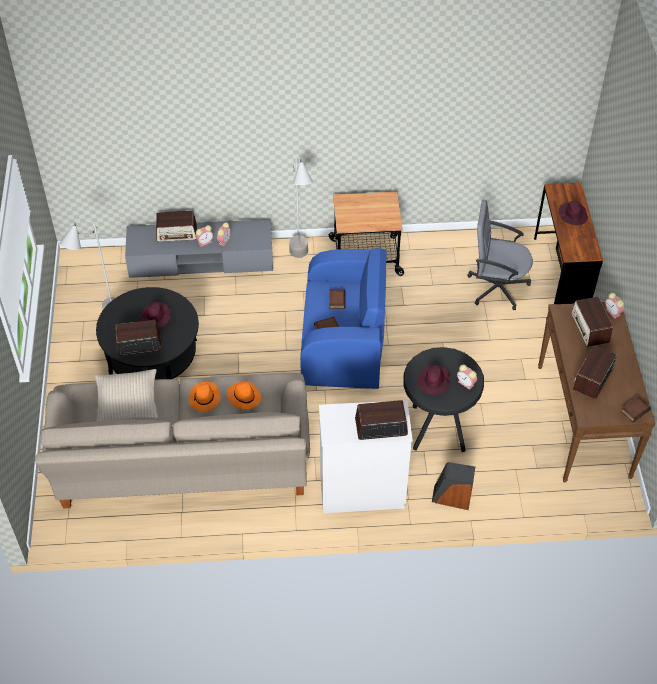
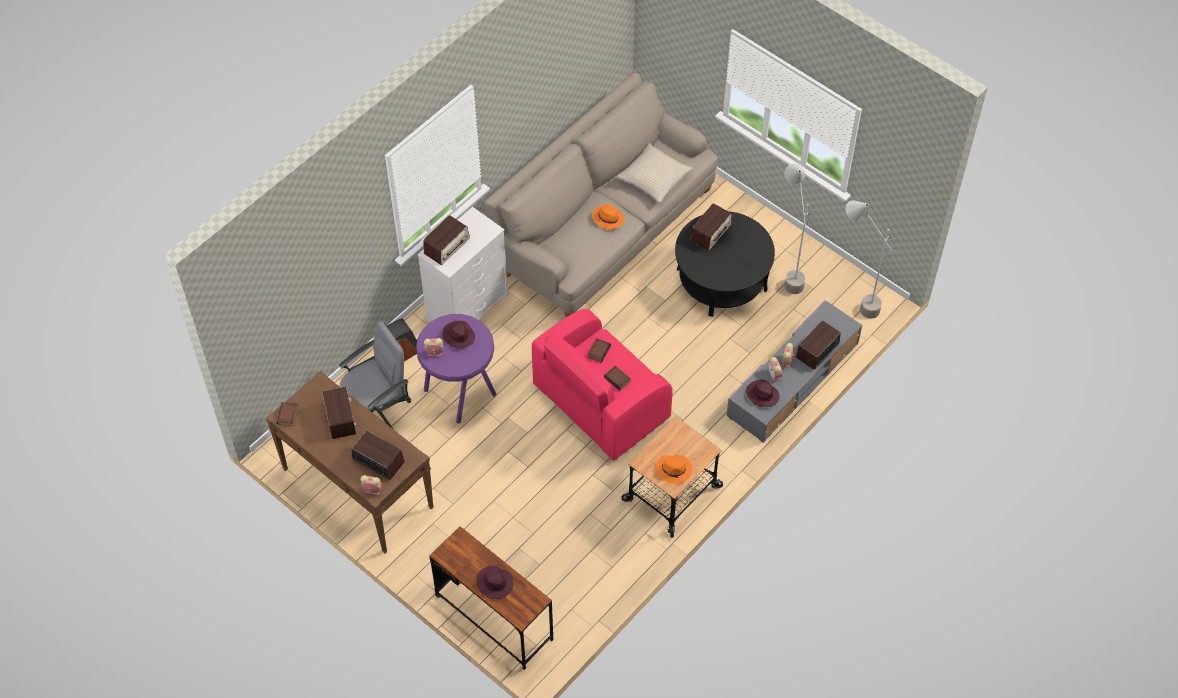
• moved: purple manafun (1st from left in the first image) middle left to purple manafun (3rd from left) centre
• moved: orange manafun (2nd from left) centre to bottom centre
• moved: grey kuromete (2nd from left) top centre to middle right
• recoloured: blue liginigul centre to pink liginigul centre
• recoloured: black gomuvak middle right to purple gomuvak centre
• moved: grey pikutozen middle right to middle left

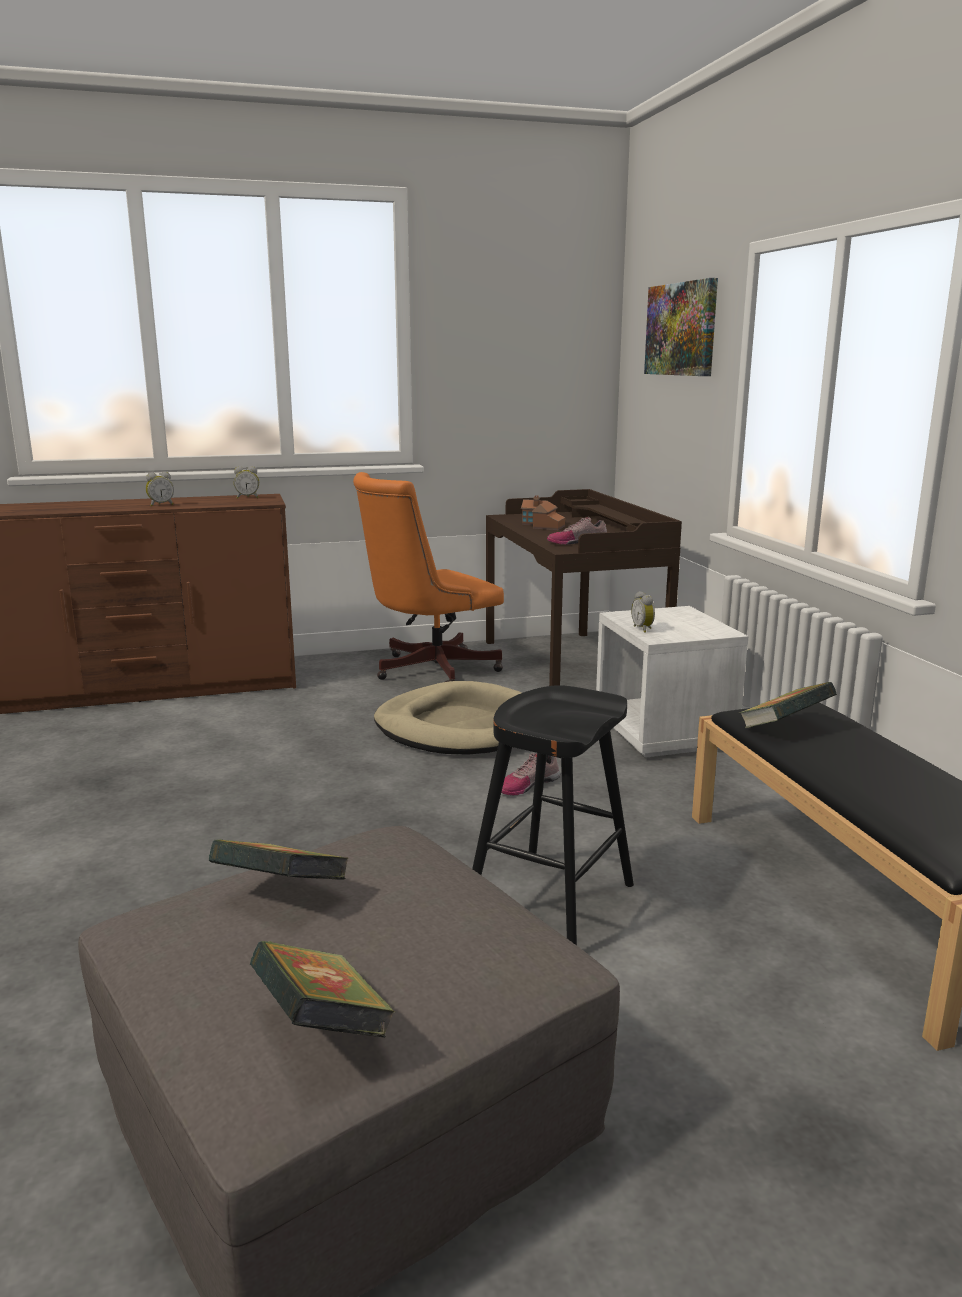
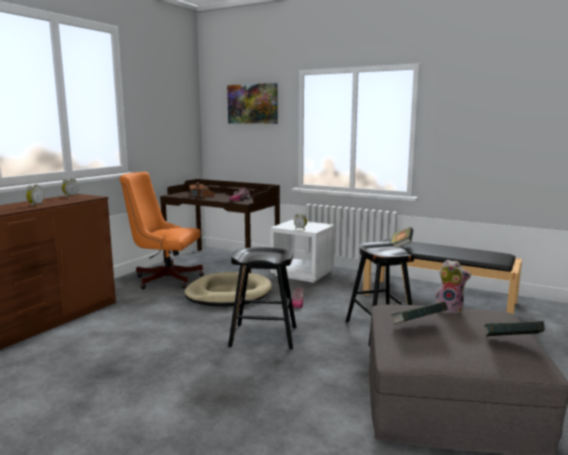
• turned: orange pikutozen centre = middle left 90 degrees clockwise
• added: black gomuvak (1st from left) centre
• added: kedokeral middle right

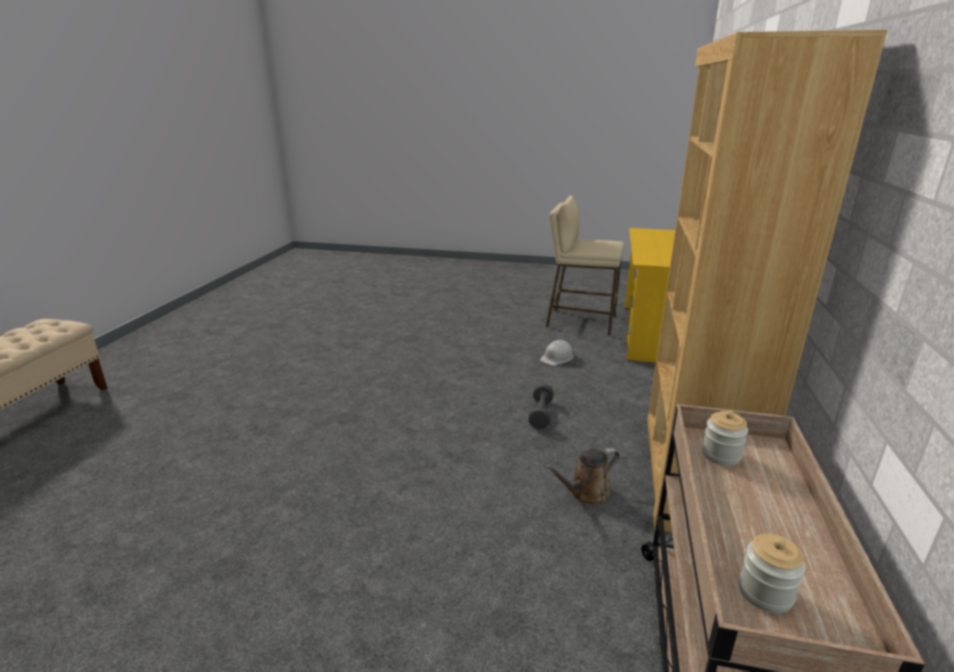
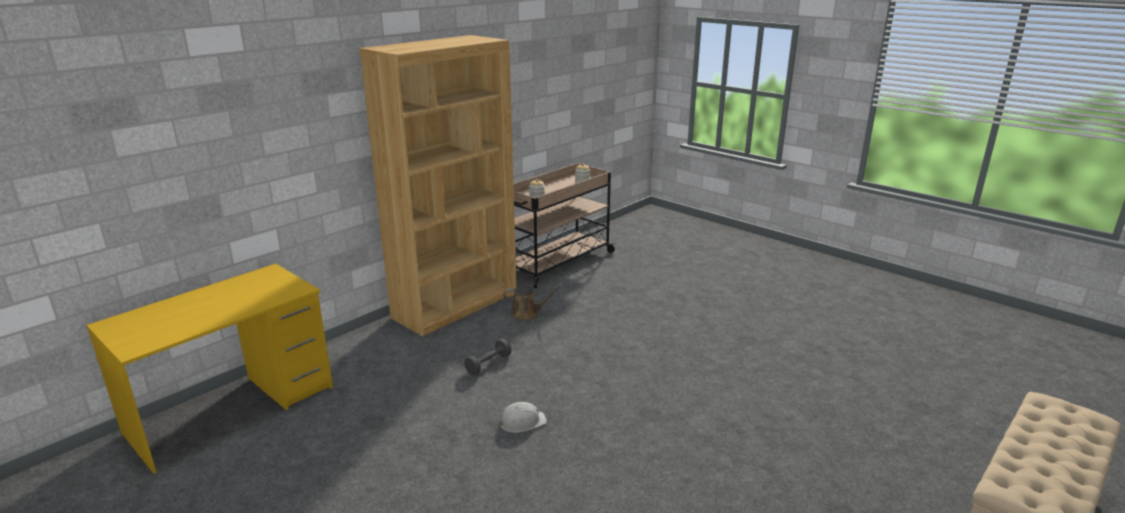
• moved: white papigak centre to bottom centre
• removed: beige gomuvak centre

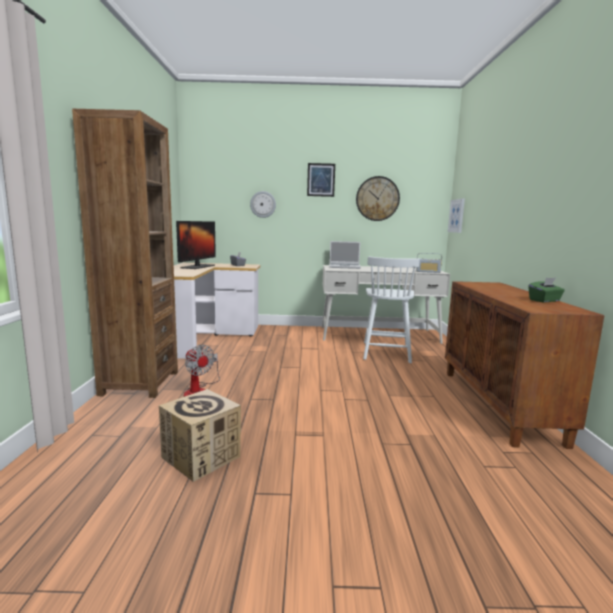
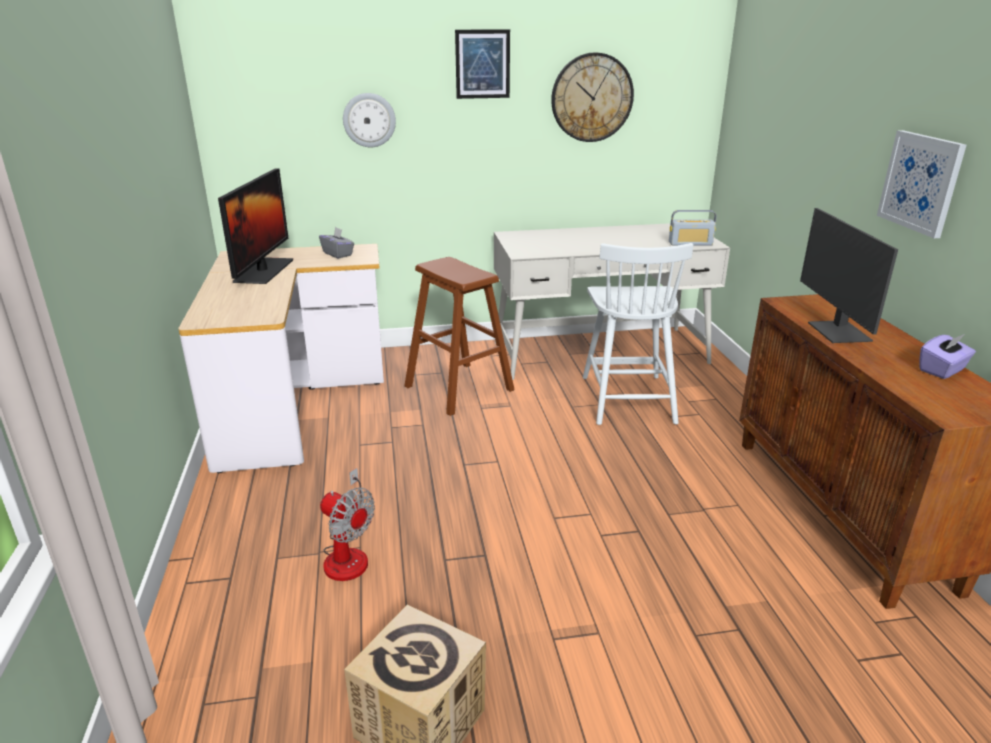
• removed: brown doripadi middle left
• removed: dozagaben centre
• moved: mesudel (2nd from left) middle right to top right
• recoloured: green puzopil middle right to purple puzopil middle right
• added: brown gomuvak centre
• added: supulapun (2nd from left) middle right

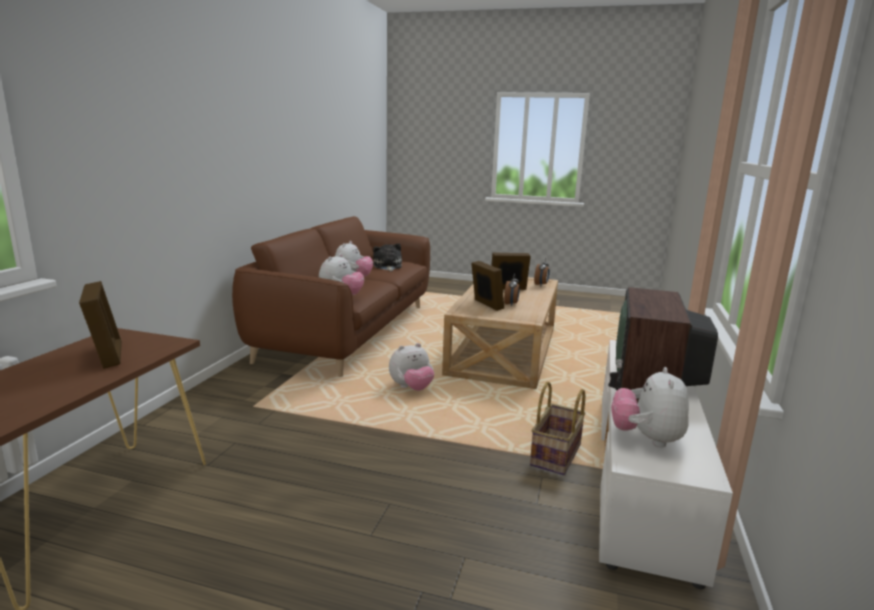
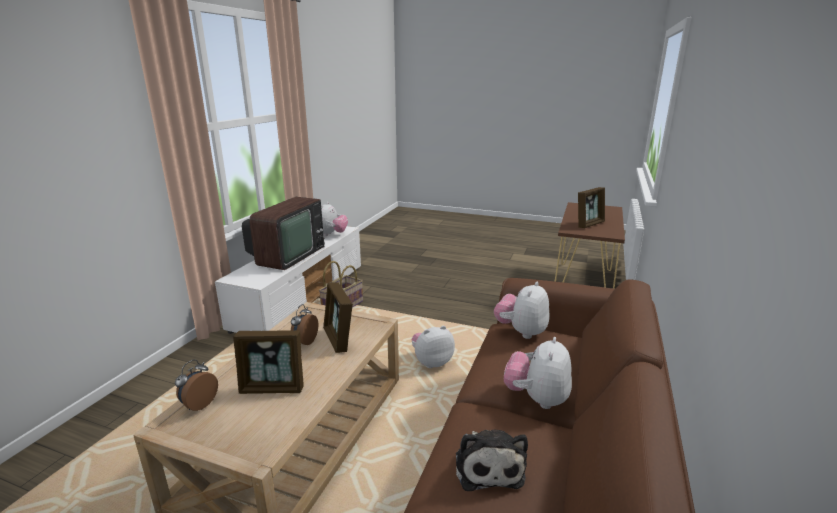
• turned: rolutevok (1st from left in the first image) middle left = middle right 105 degrees counterclockwise

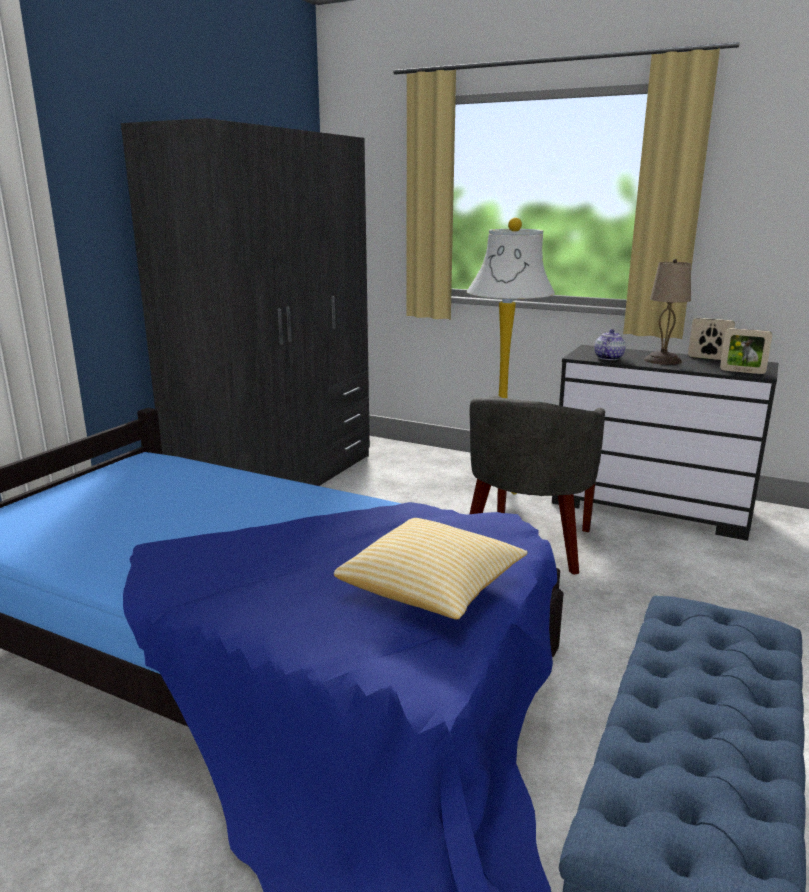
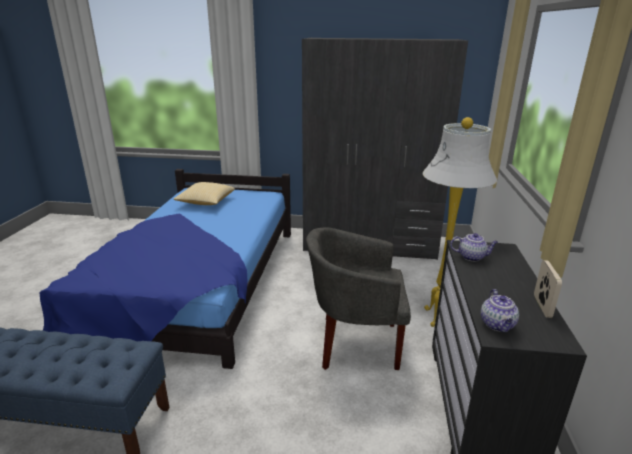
• moved: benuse centre to middle left
• removed: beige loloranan middle right
• replaced: rolutevok (2nd from left) middle right to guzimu (2nd from left) bottom right

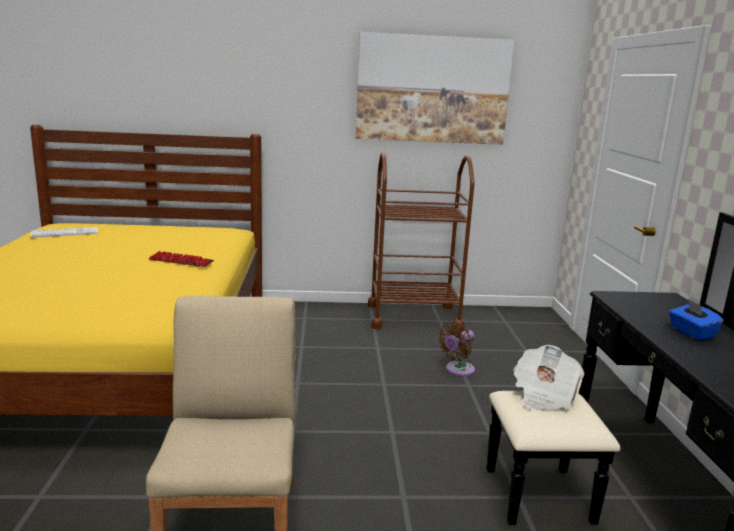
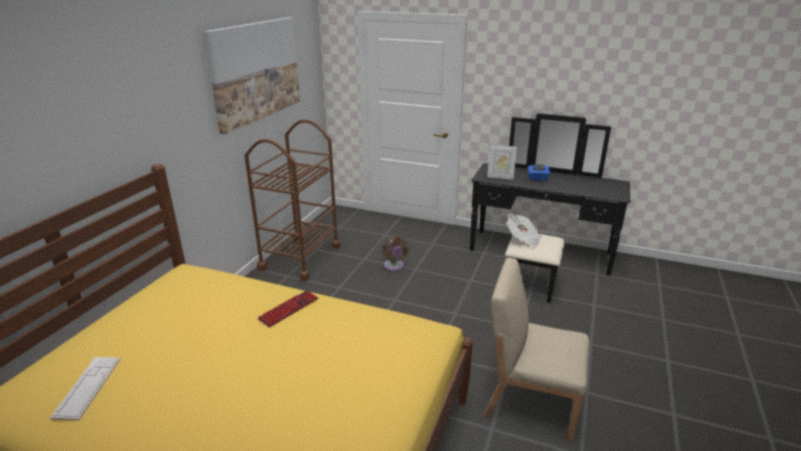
• added: rolutevok centre

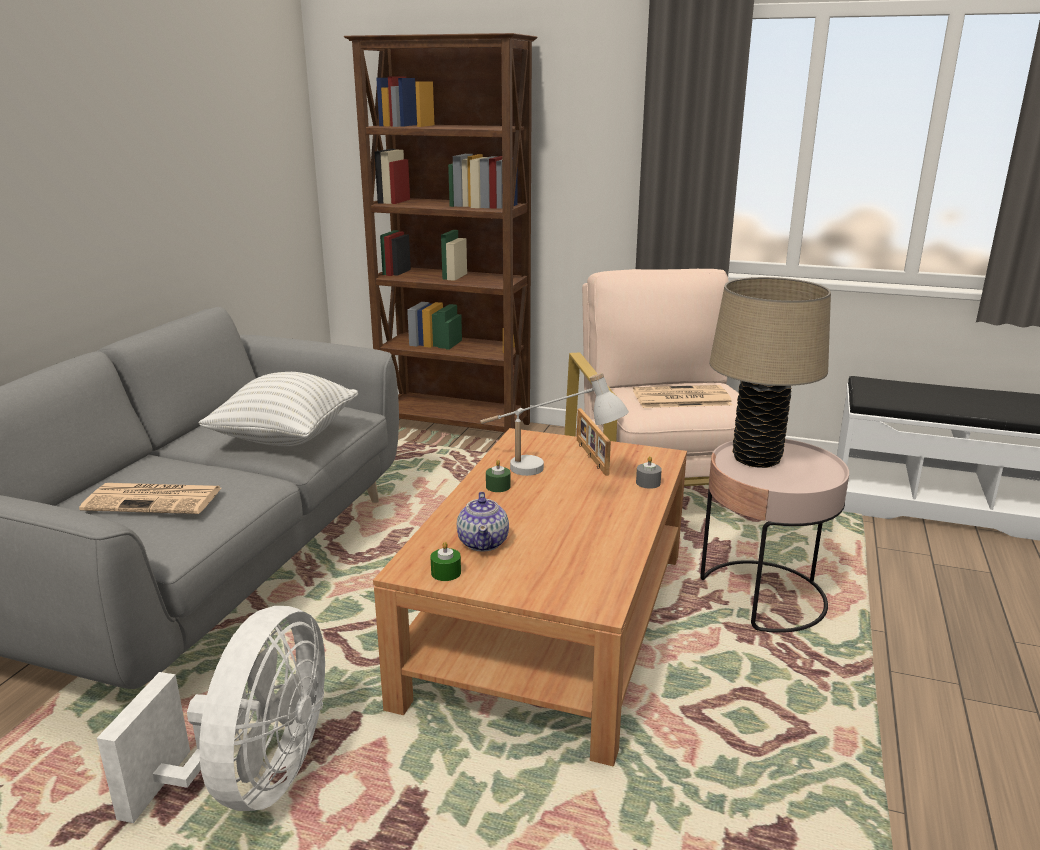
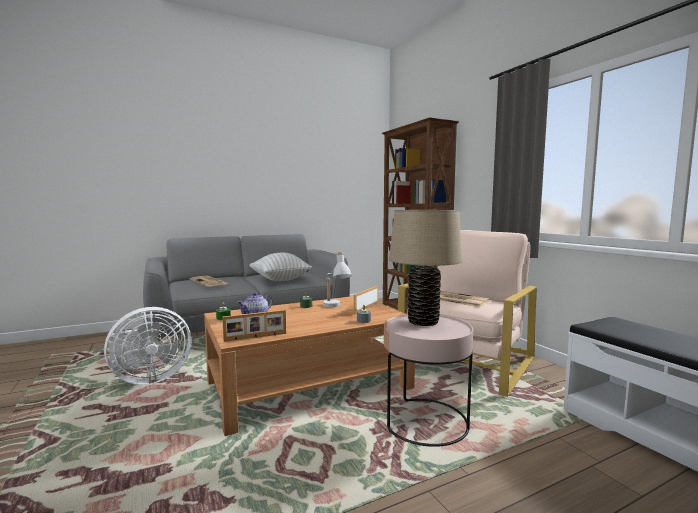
• added: rolutevok (1st from left) centre

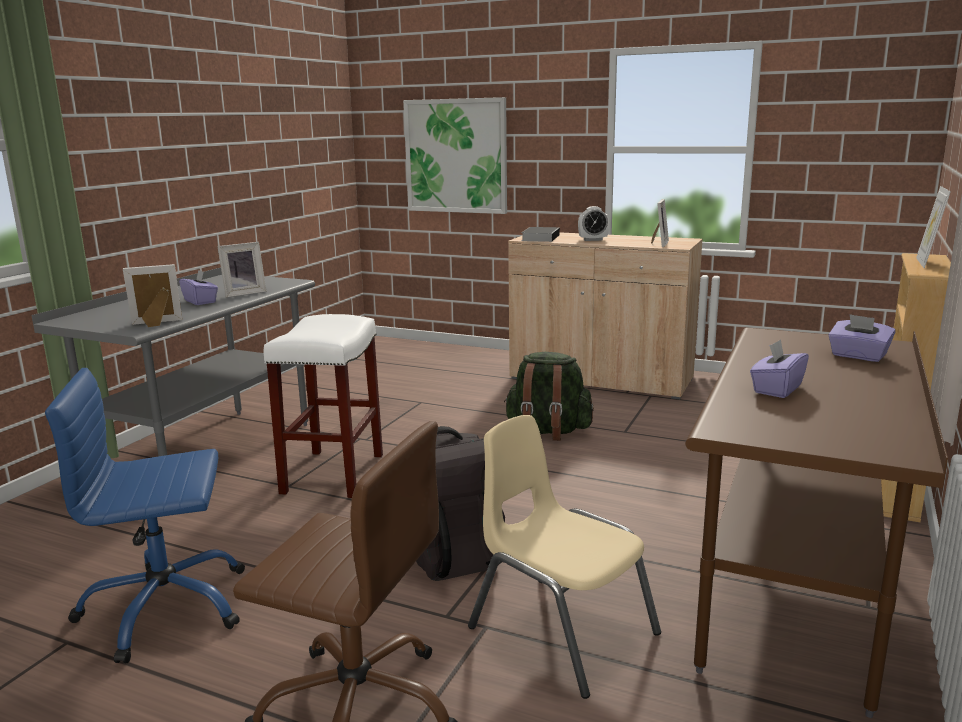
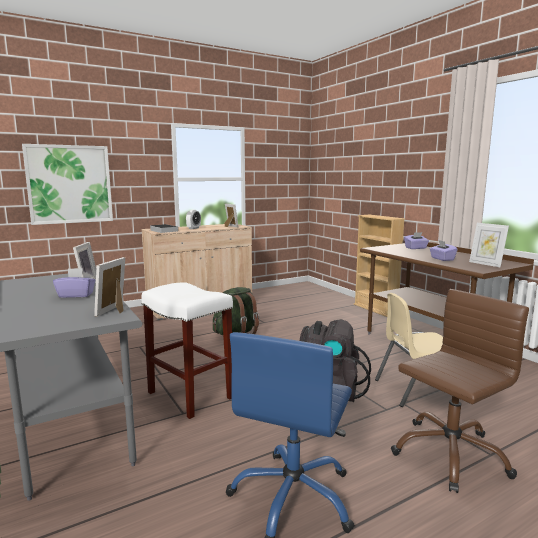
• moved: rolutevok (4th from left) top right to middle right

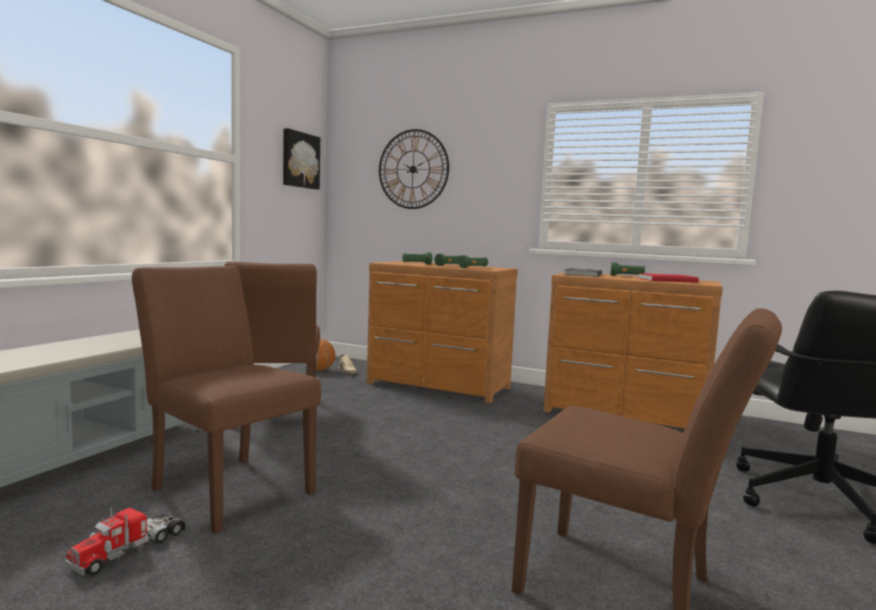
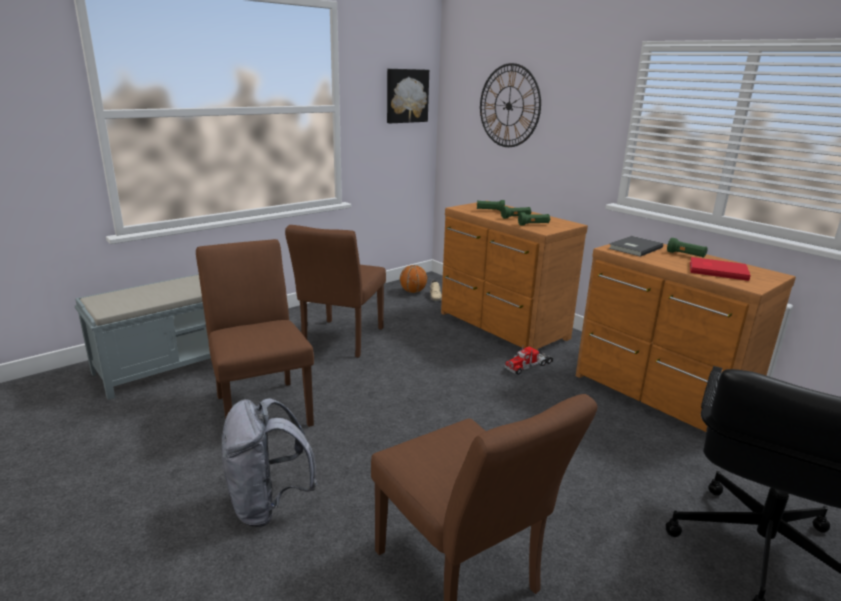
• moved: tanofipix bottom left to centre
• added: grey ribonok bottom left

